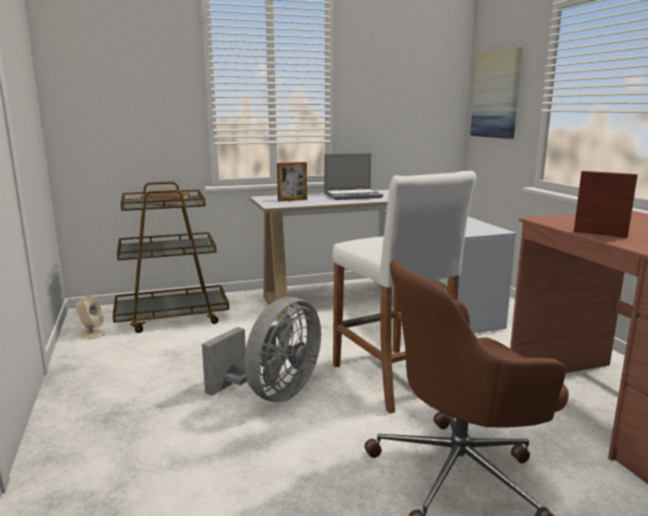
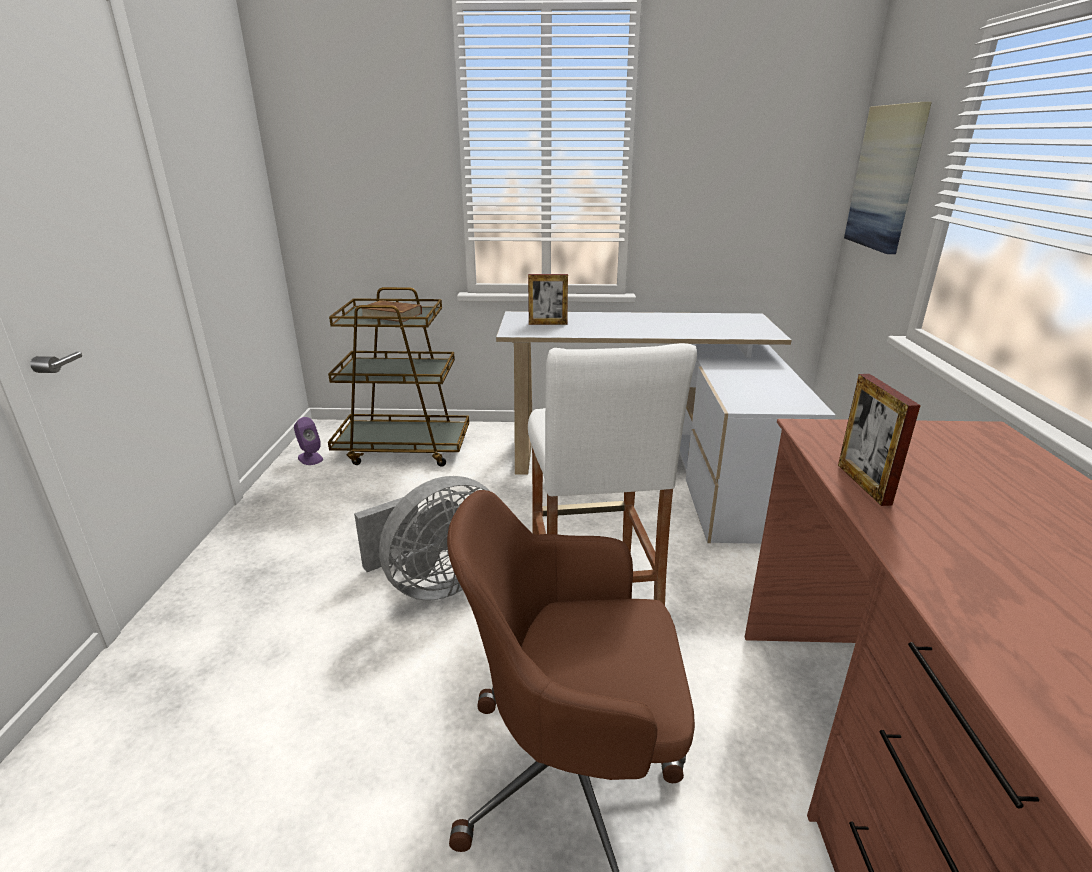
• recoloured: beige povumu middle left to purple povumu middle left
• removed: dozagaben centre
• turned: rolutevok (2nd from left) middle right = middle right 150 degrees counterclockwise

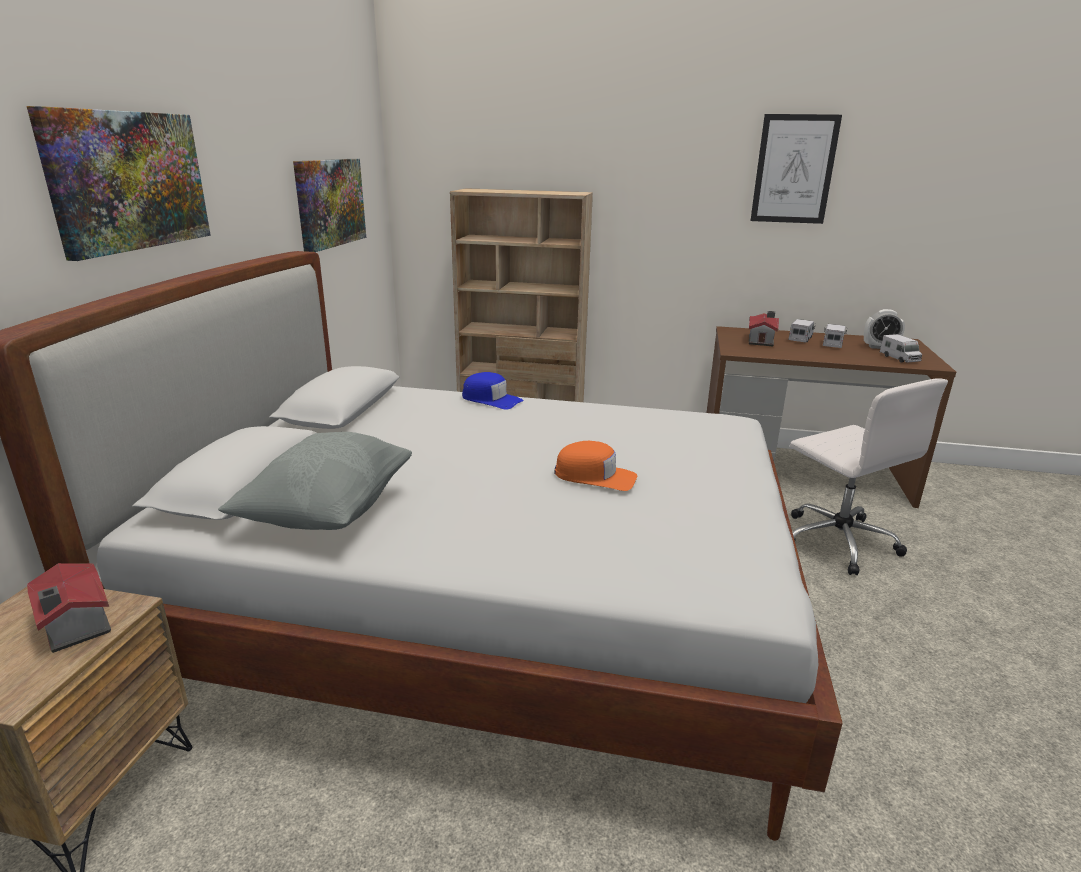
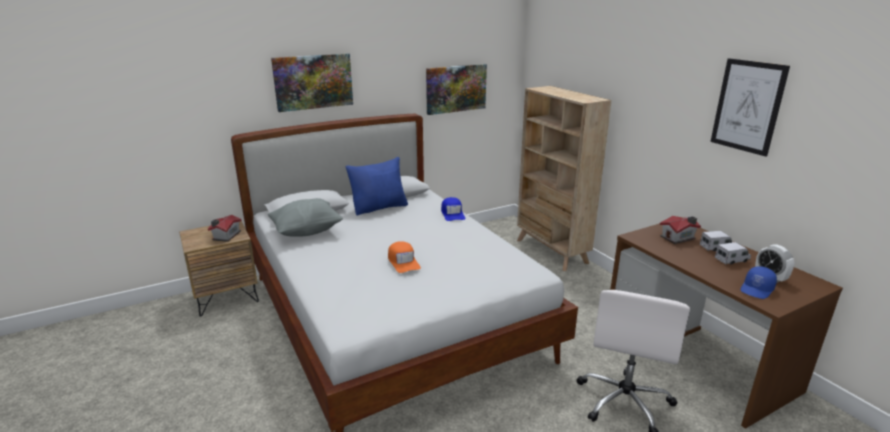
• replaced: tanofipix (3rd from left) middle right to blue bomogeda (2nd from left) middle right
• added: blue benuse centre

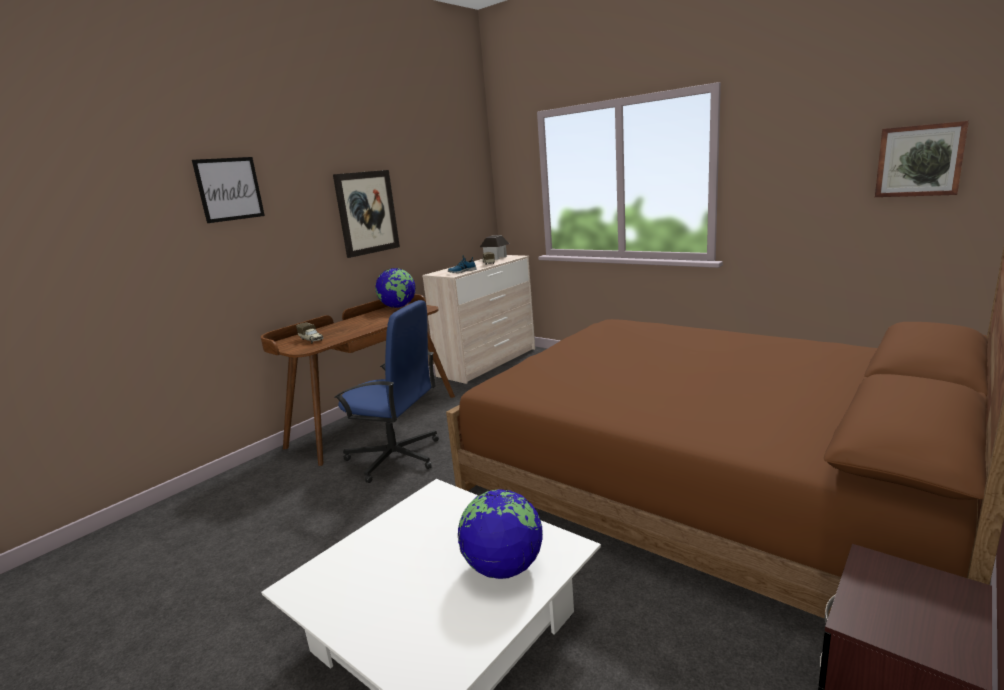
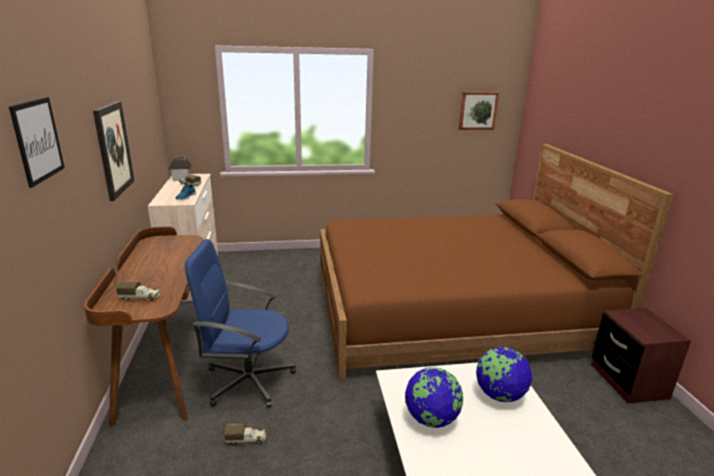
• turned: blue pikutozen centre = bottom centre 150 degrees counterclockwise
• moved: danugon (1st from left) centre to bottom centre
• added: tanofipix (3rd from left) bottom centre

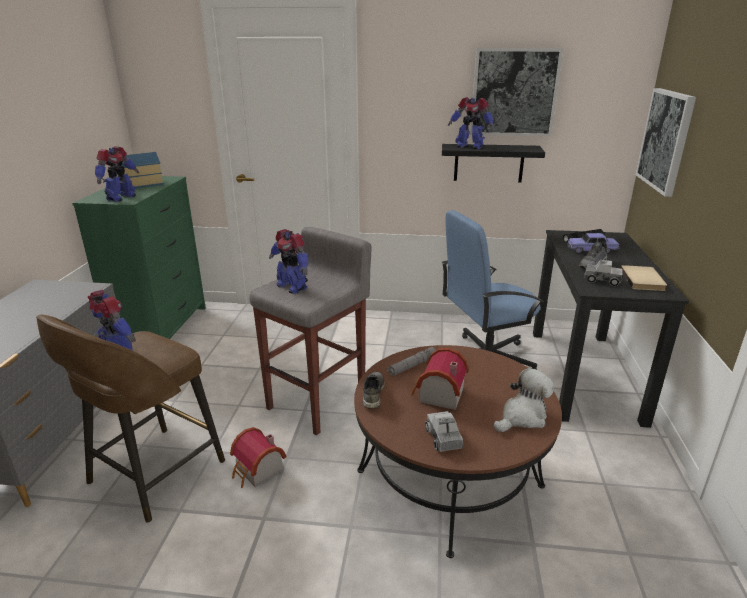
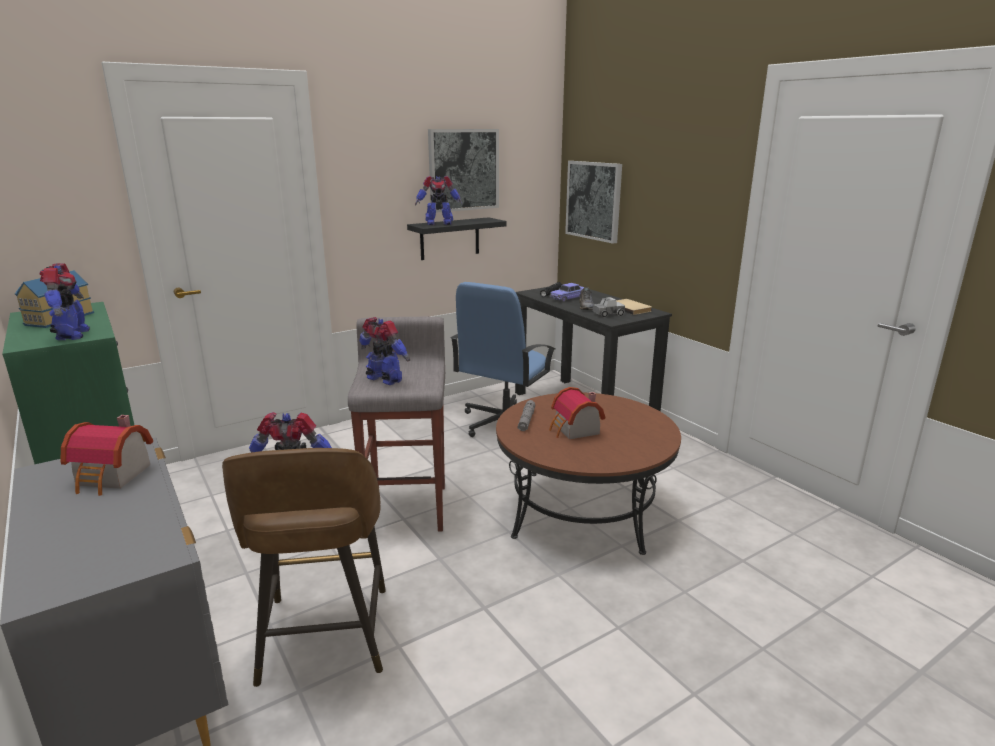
• moved: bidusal (2nd from left) bottom centre to middle left
• turned: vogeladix (3rd from left) centre = centre 150 degrees counterclockwise
• removed: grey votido (1st from left) centre
• removed: tanofipix (1st from left) bottom centre
• removed: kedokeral bottom right

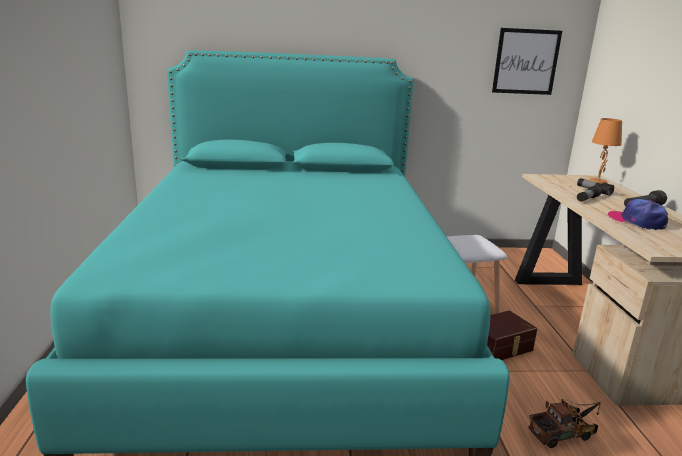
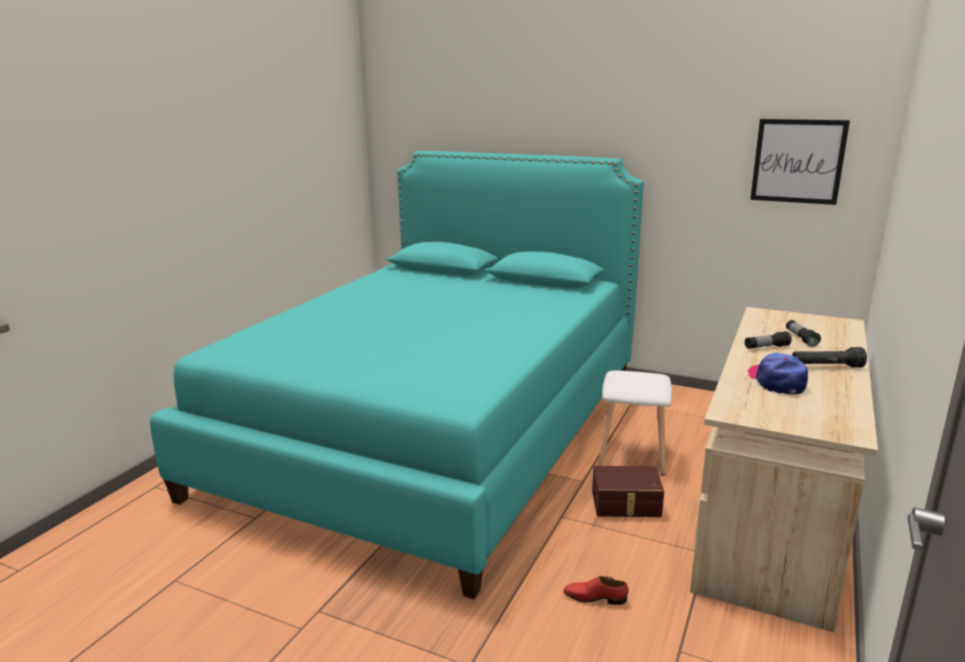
• replaced: tanofipix bottom right to red votido bottom centre
• removed: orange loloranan top right

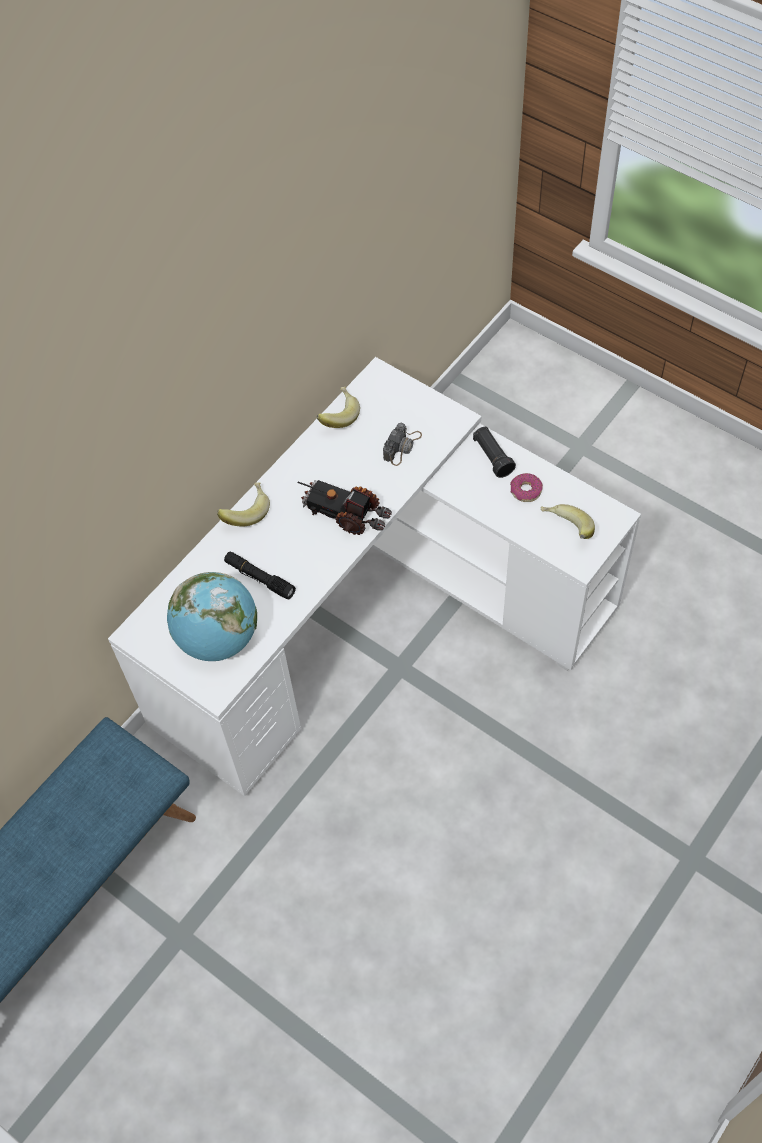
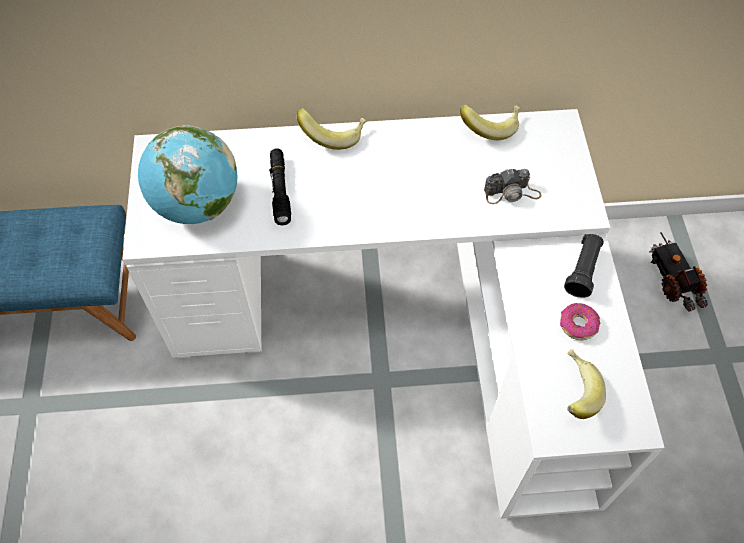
• moved: tanofipix centre to middle right

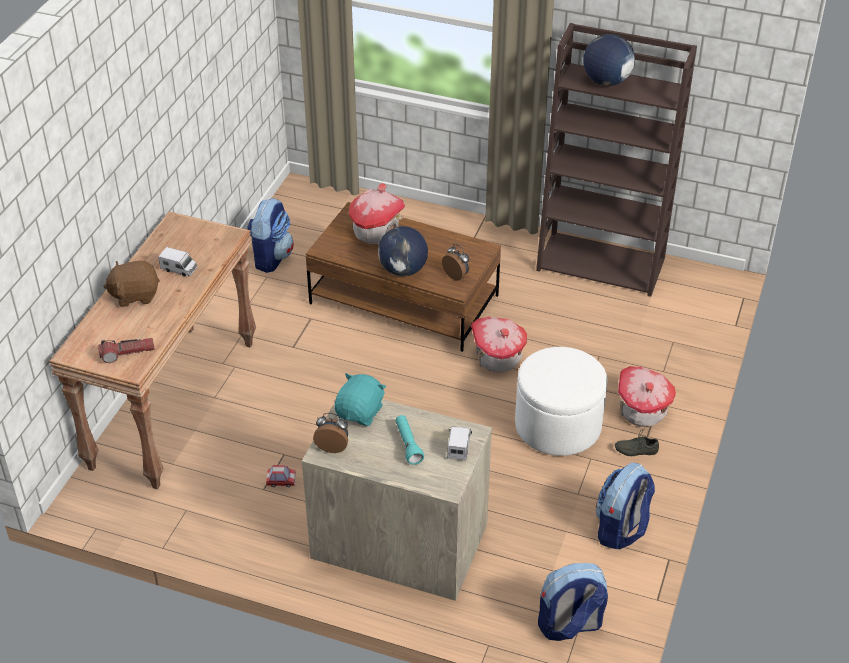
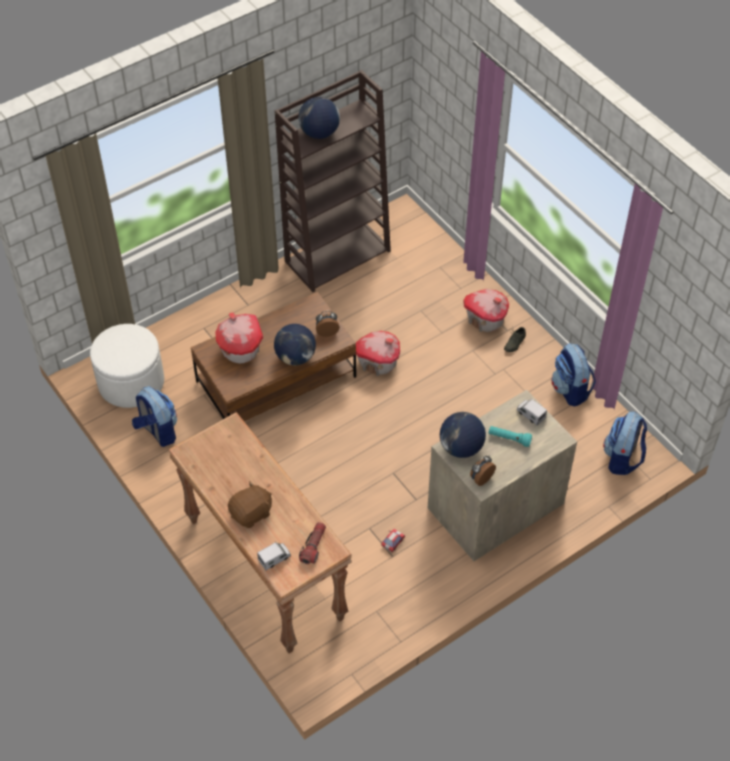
• turned: brown kedokeral middle left = centre 150 degrees counterclockwise
• moved: tanofipix (1st from left) middle left to bottom centre
• replaced: turquoise kedokeral centre to danugon (3rd from left) centre
• moved: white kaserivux centre to middle left

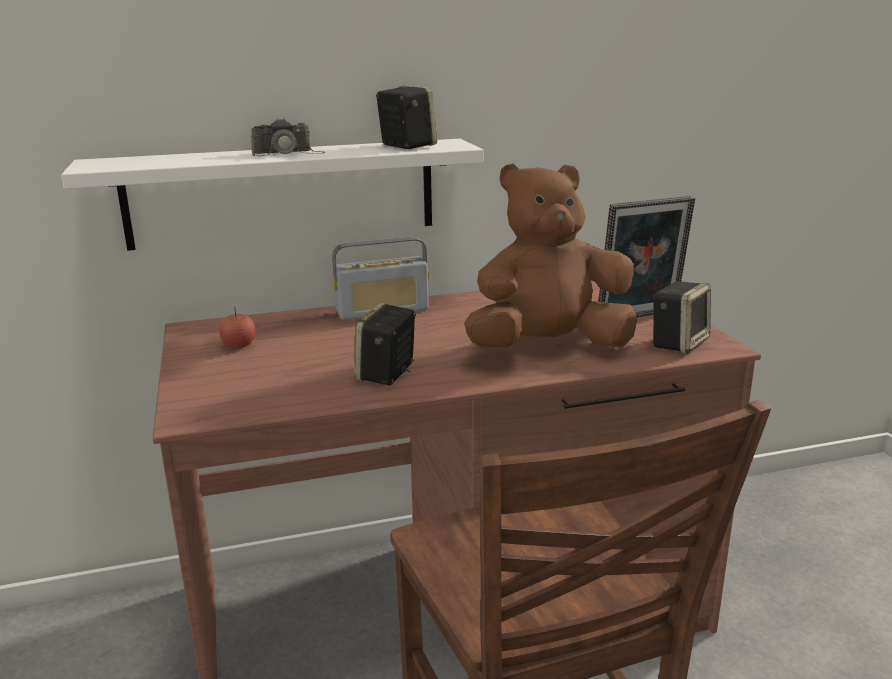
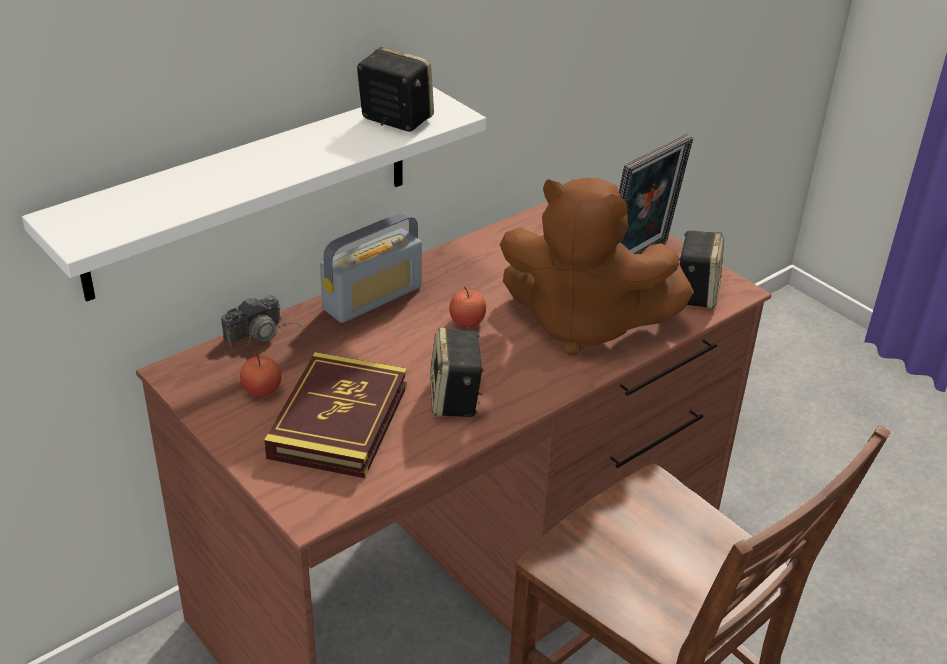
• moved: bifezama top left to middle left
• turned: brown kedokeral centre = centre 120 degrees counterclockwise
• added: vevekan centre
• added: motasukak (2nd from left) centre

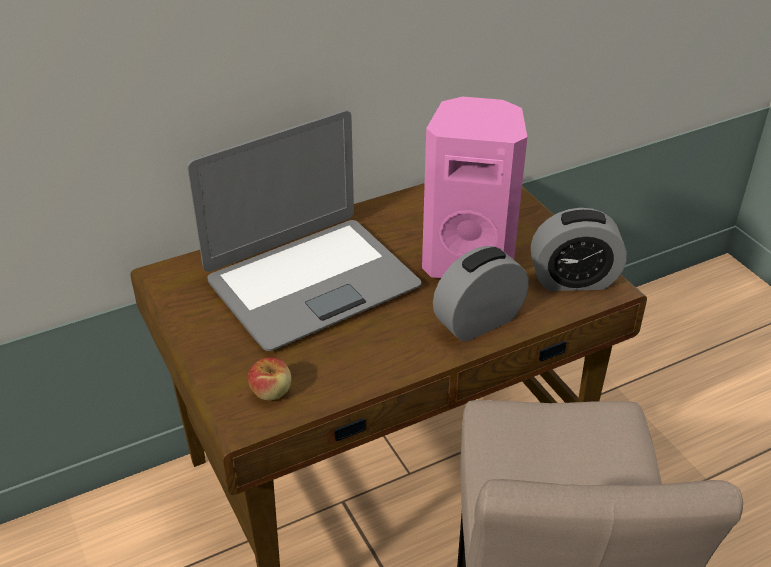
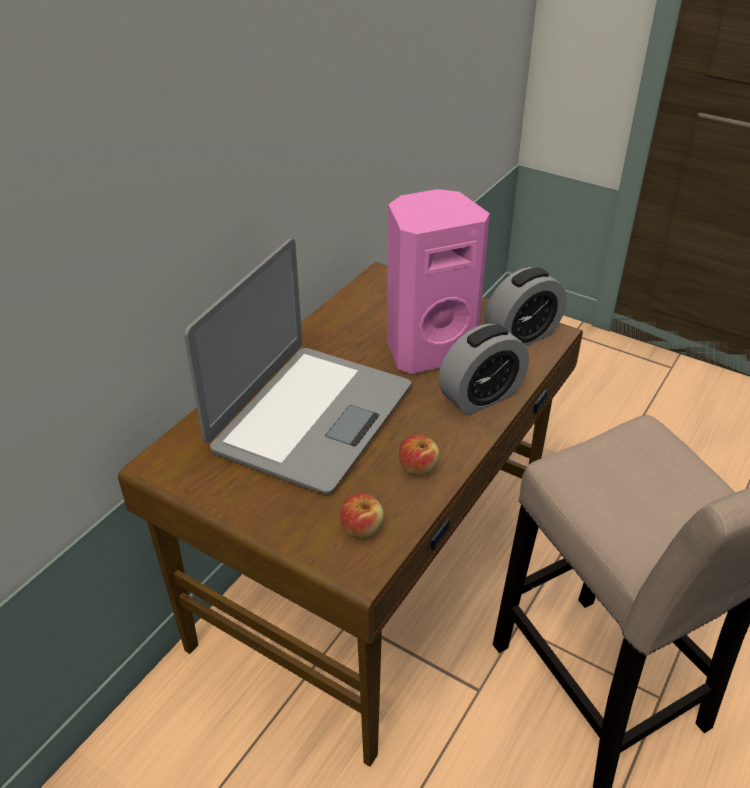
• turned: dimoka (1st from left) centre = centre 150 degrees counterclockwise
• added: motasukak (2nd from left) centre

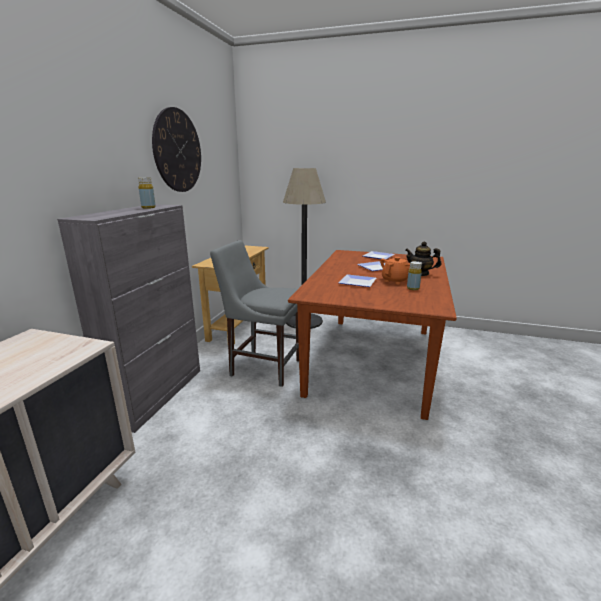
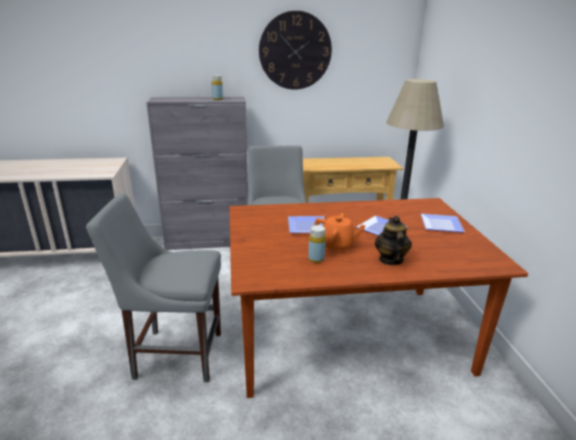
• added: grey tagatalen (1st from left) middle left

